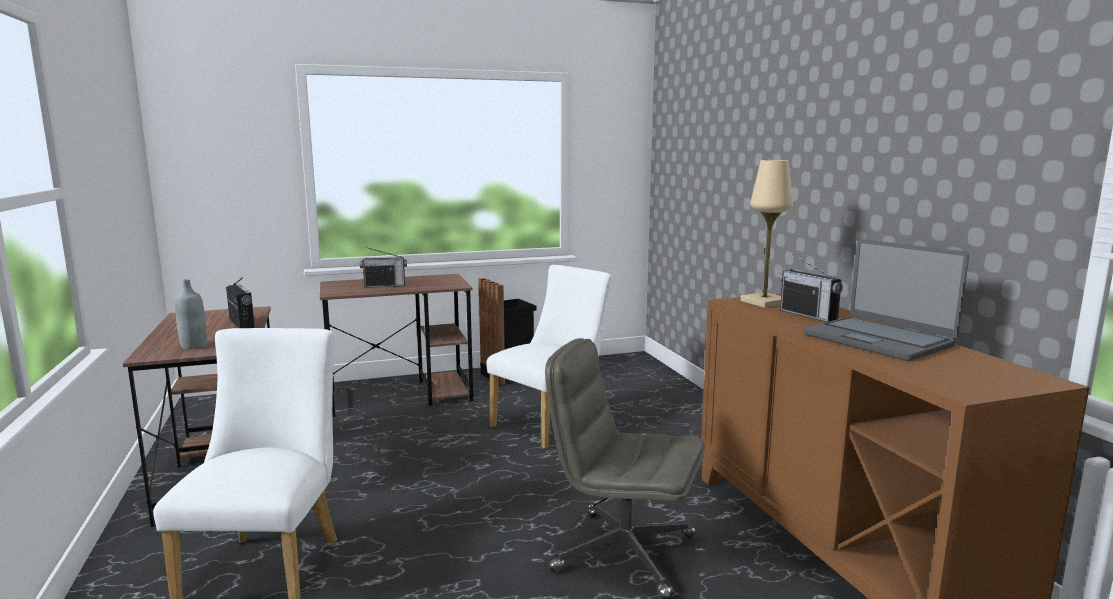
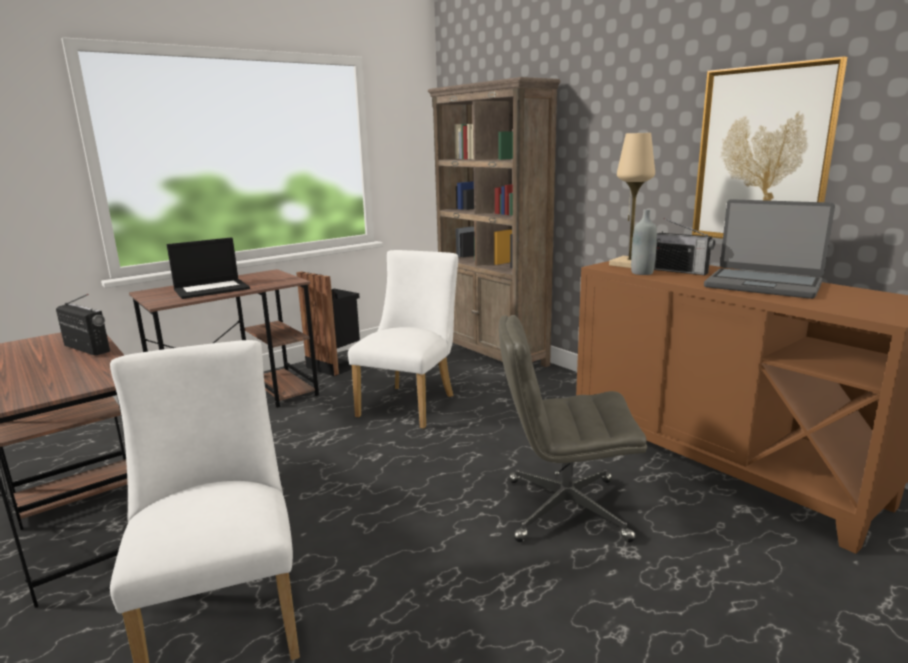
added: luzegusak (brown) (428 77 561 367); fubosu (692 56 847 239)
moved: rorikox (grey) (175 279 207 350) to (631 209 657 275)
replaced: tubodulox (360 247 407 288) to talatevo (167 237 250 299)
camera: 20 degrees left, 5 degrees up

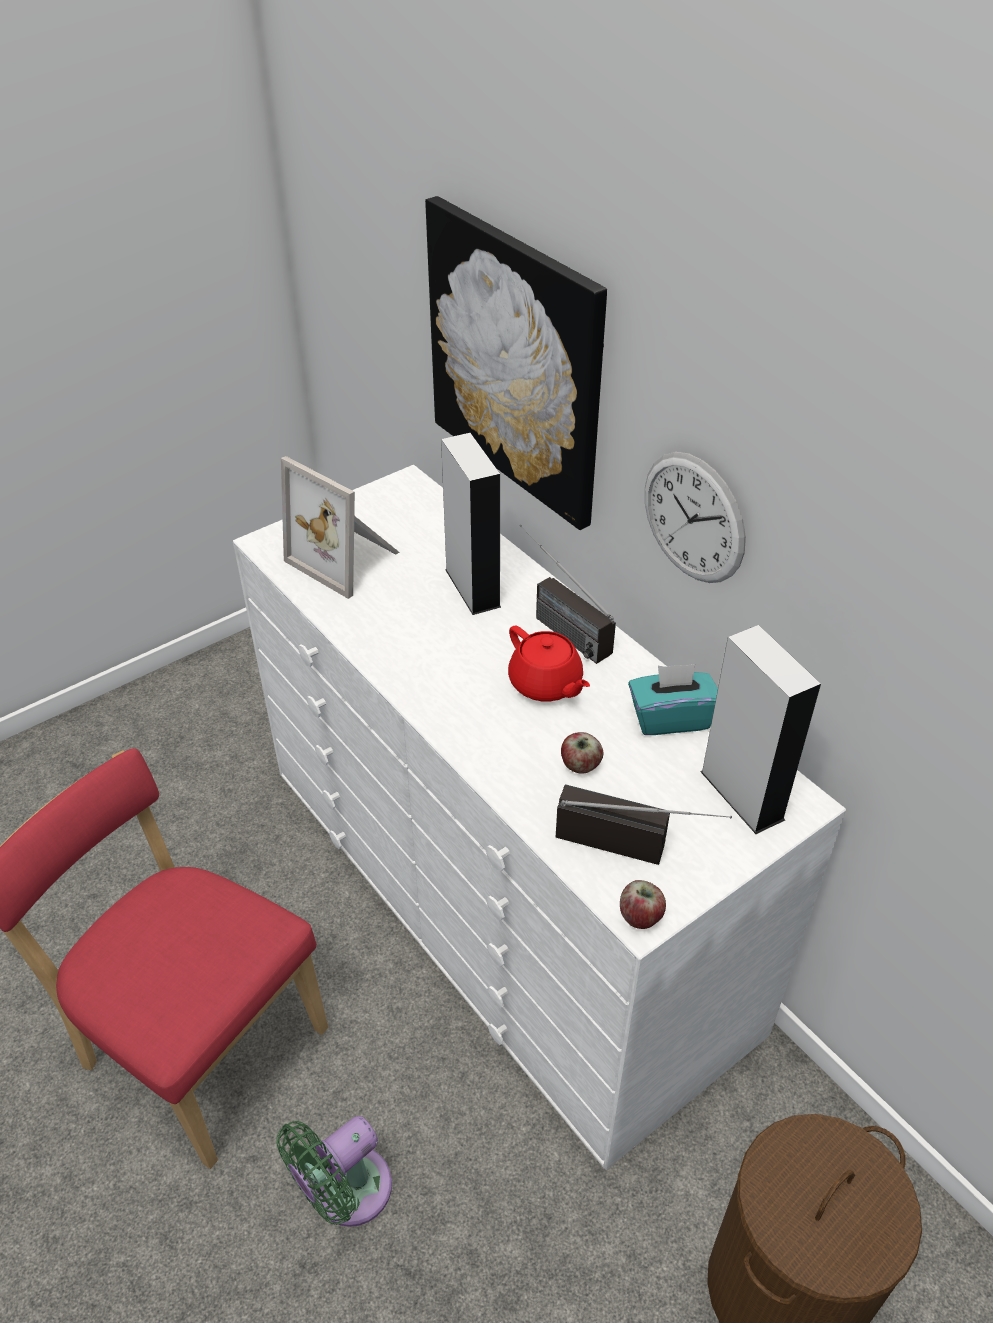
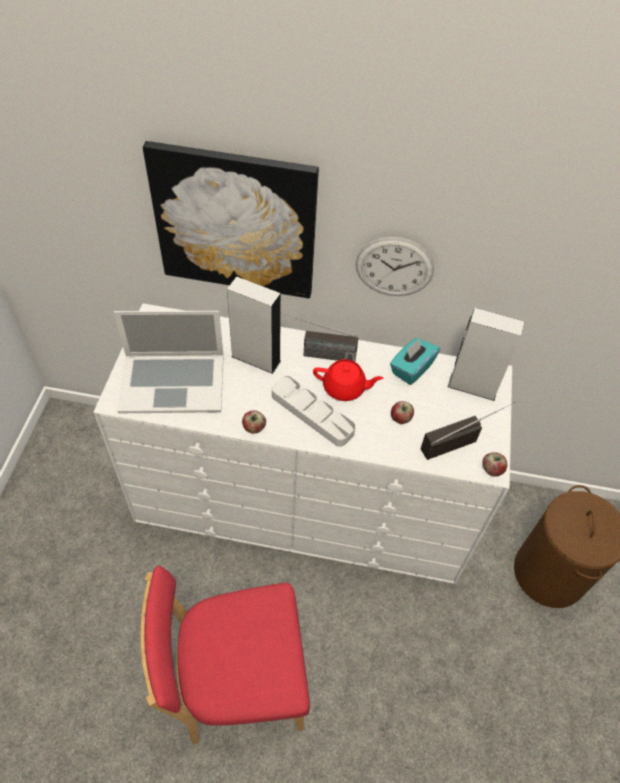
removed: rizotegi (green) (276 1116 392 1227)
added: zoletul (242 410 266 434); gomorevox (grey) (272 376 356 447)
replaced: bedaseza (281 456 399 599) to talatevo (114 311 224 413)
camera: 45 degrees left, 10 degrees up

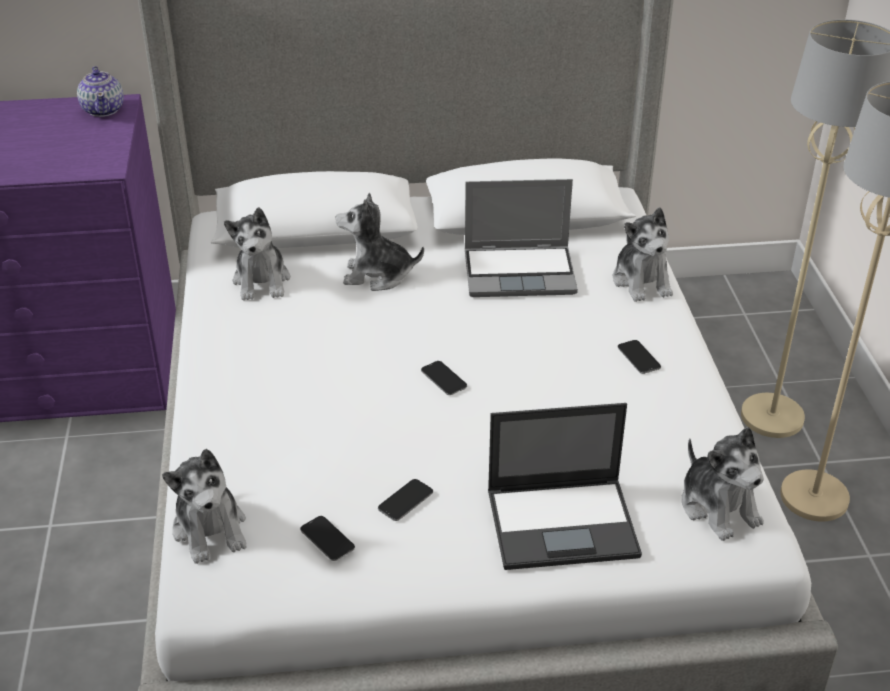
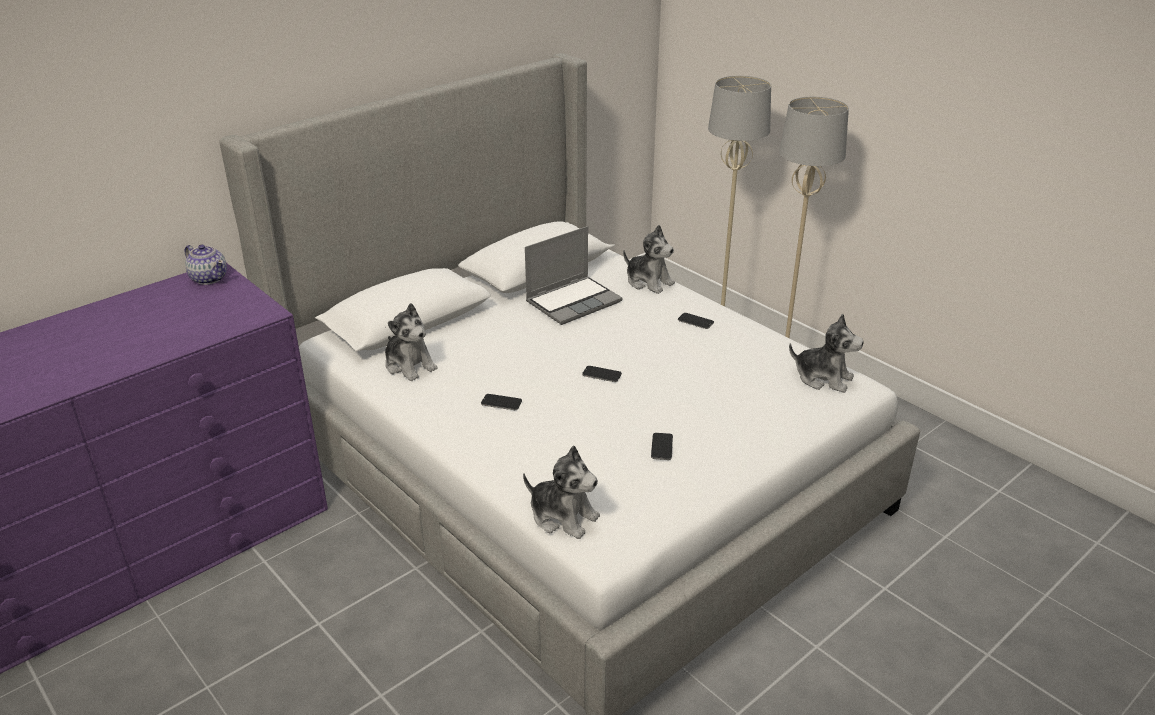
removed: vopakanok (336 193 424 291); talatevo (488 403 642 570)
moved: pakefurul (300 516 355 561) to (481 394 522 410)
camera: 35 degrees left, 5 degrees down

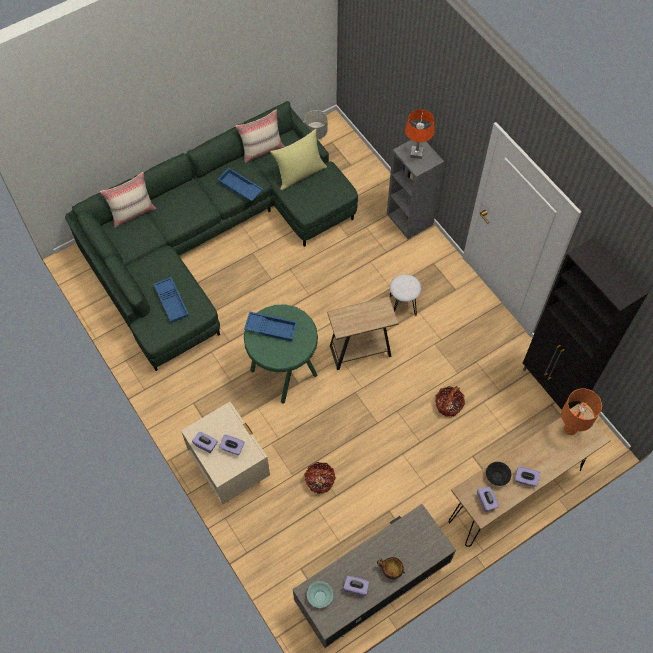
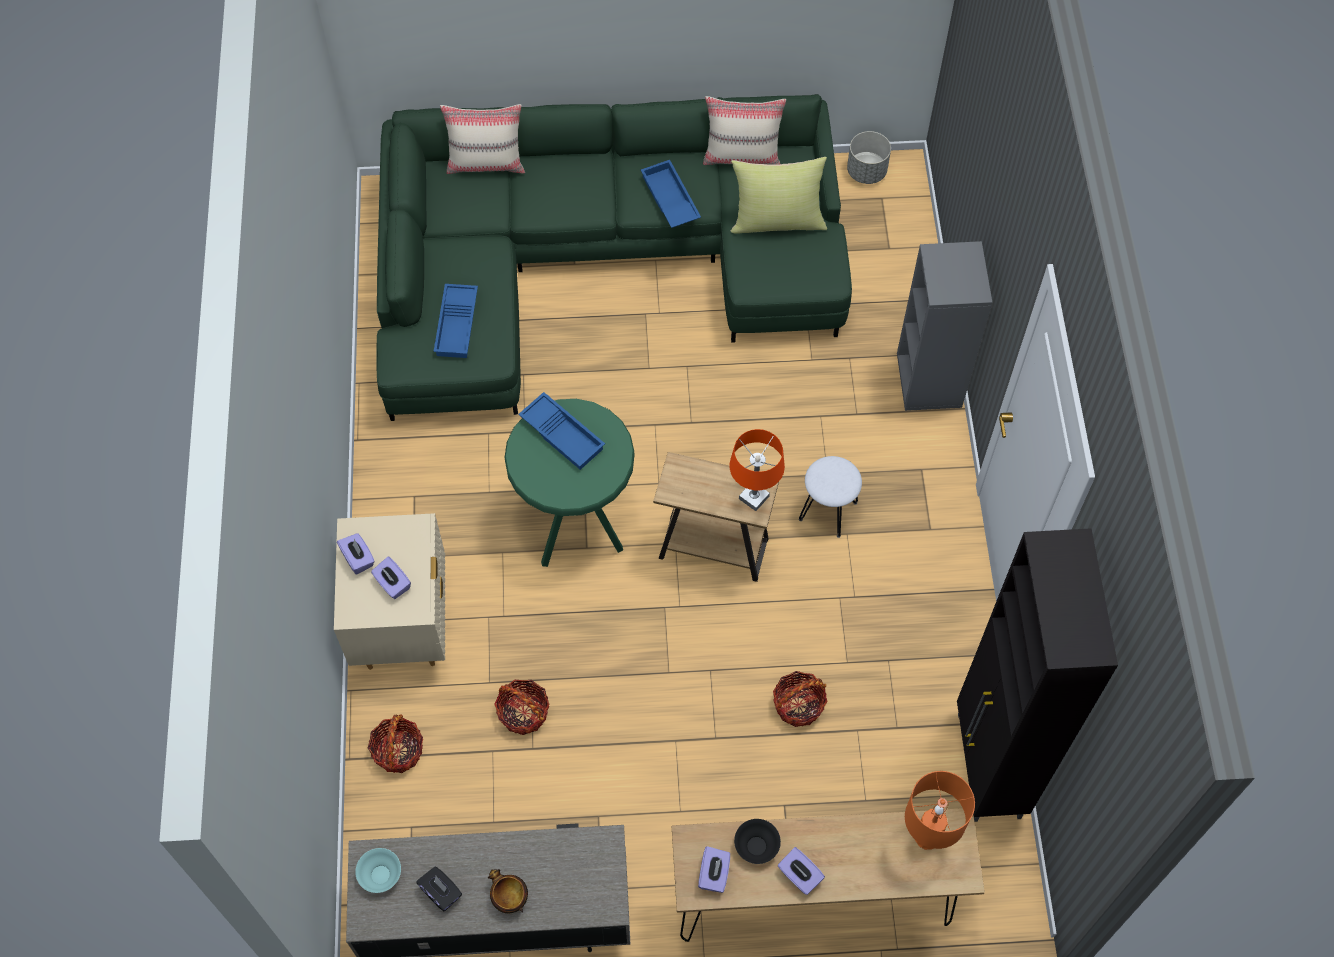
added: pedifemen (368 714 423 773)
moved: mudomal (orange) (405 109 434 159) to (730 429 785 511)
recoloured: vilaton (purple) (343 576 369 596) to vilaton (black) (416 866 462 911)
camera: 30 degrees right, 0 degrees up

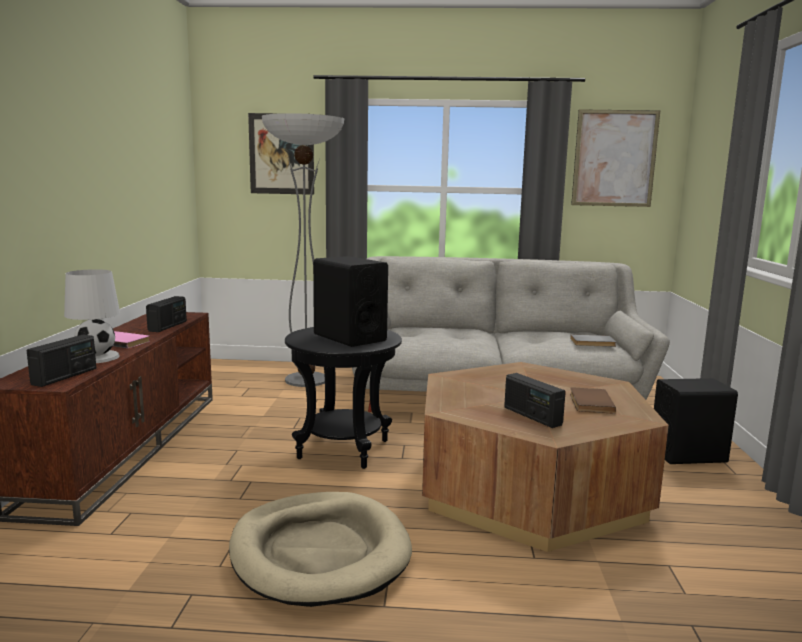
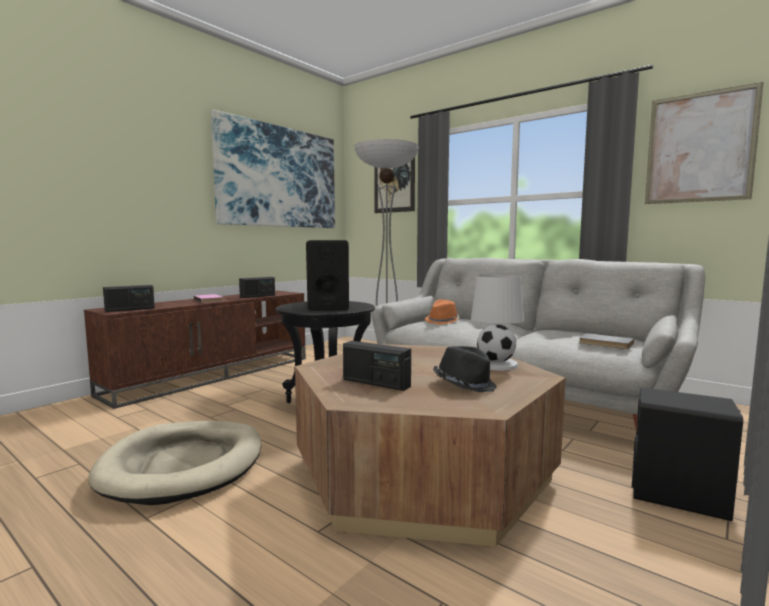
added: fubosu (211 110 335 228); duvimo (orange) (425 299 460 325)
moved: mudomal (white) (64 269 120 363) to (471 275 524 370)
replaced: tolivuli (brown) (570 387 616 414) to duvimo (black) (433 346 497 392)
turned: tubodulox (504 373 566 428) = (343 341 411 391) 60 degrees counterclockwise
camera: 35 degrees right, 5 degrees down

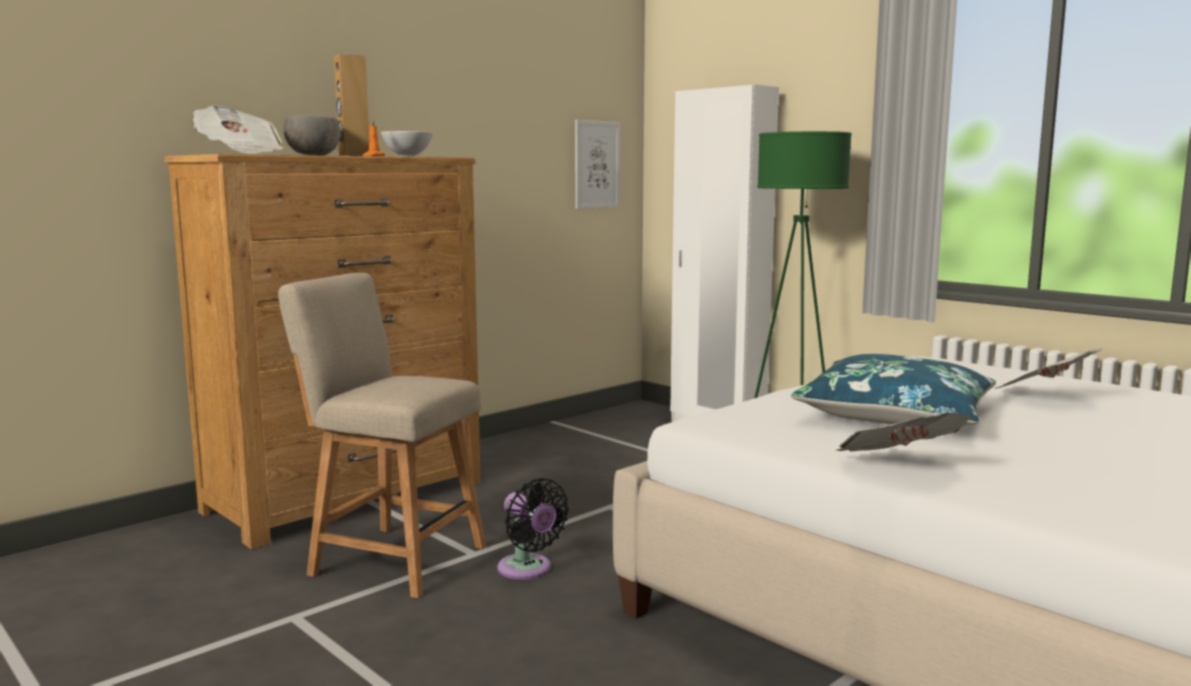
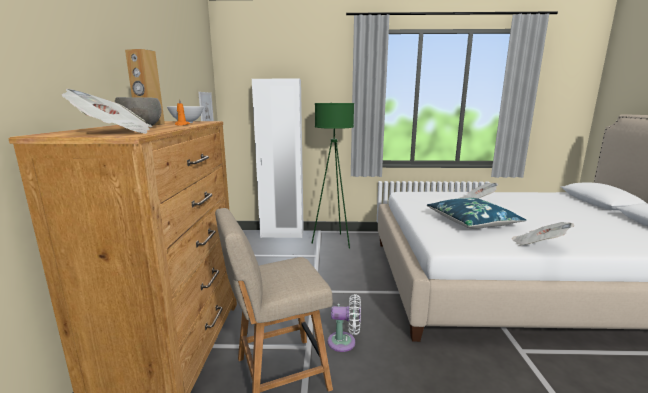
recoloured: rizotegi (black) (498 478 569 580) to rizotegi (white) (327 294 361 352)
camera: 45 degrees left, 5 degrees up

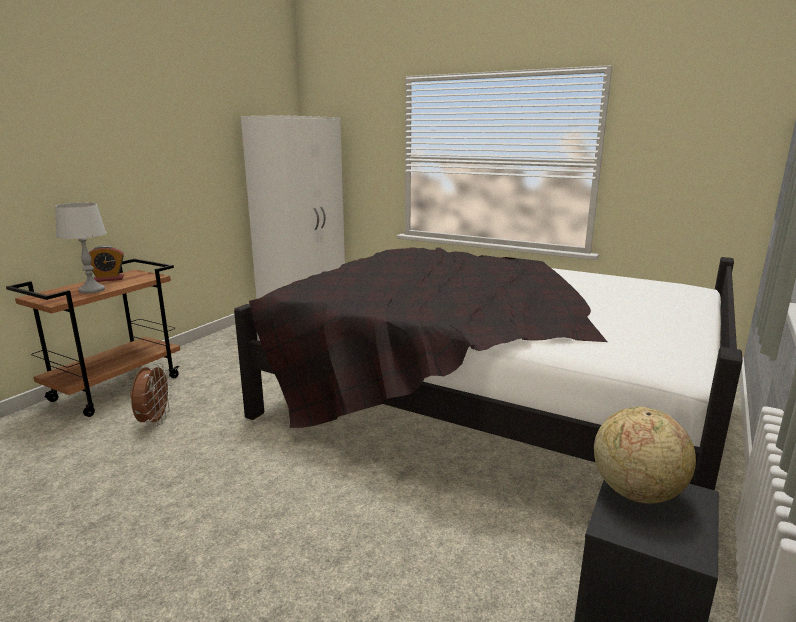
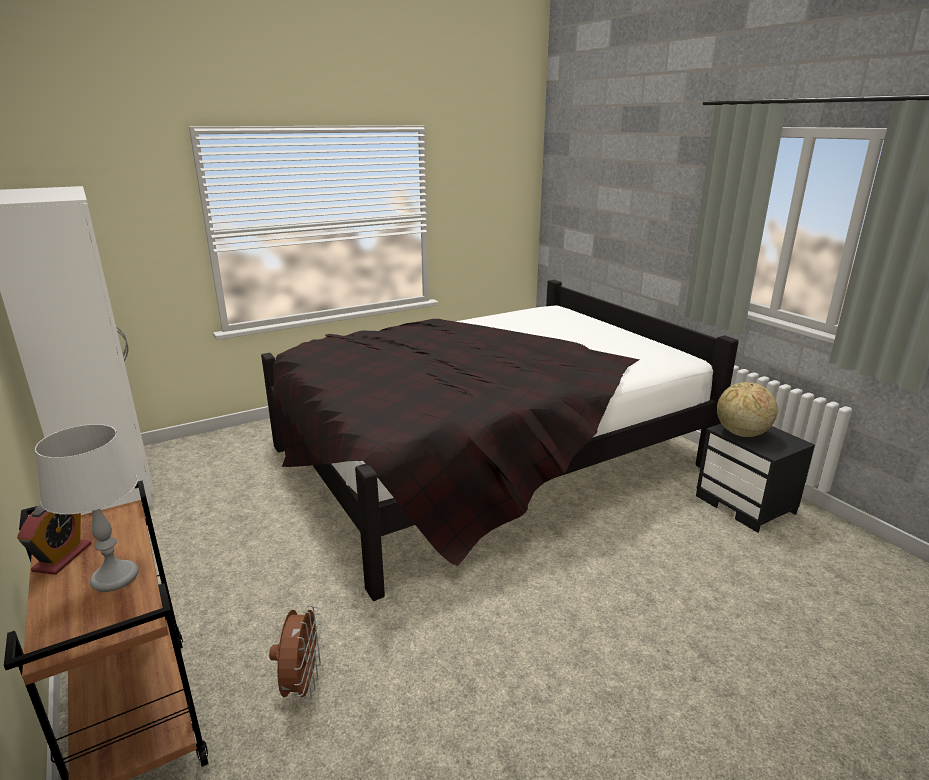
turned: rizotegi (brown) (130 363 172 427) = (269 605 322 703) 60 degrees clockwise
camera: 60 degrees left, 5 degrees up

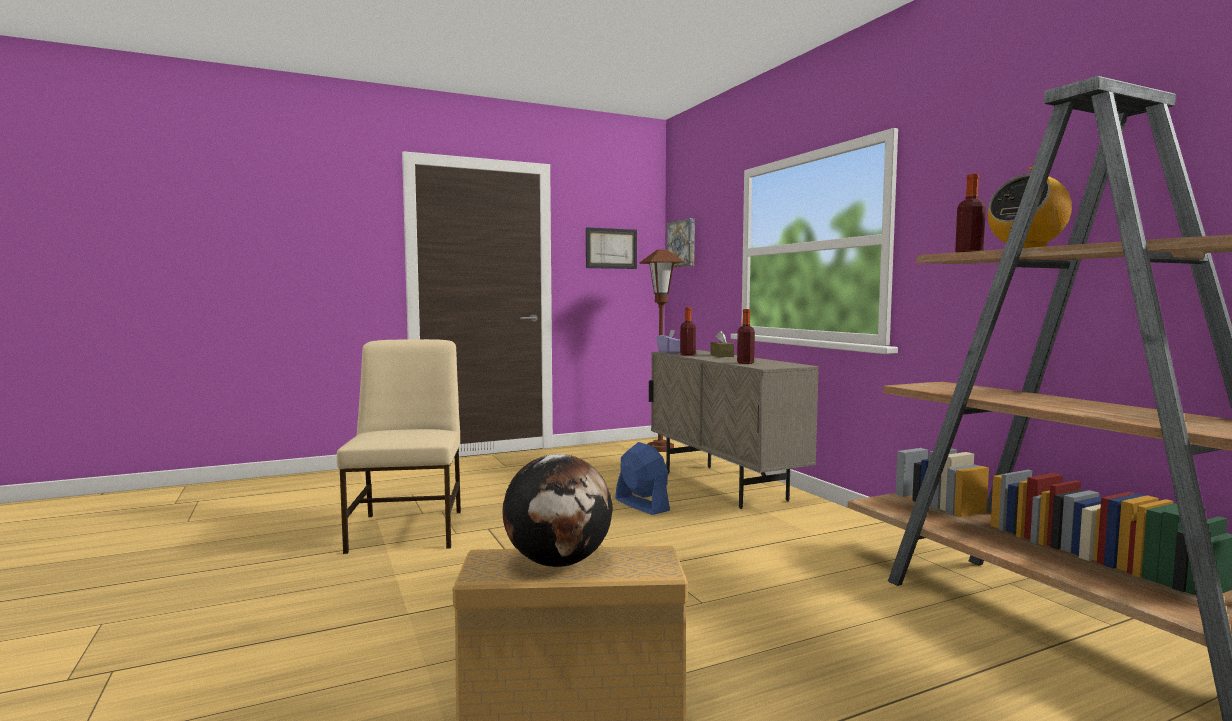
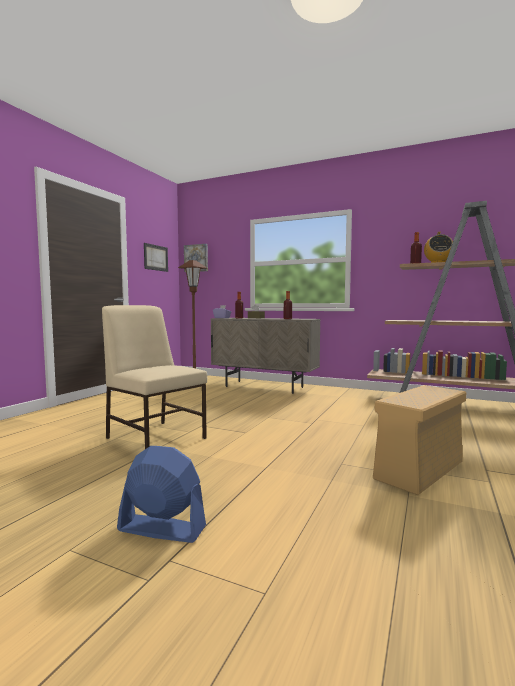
removed: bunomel (503 454 613 567)
moved: rizotegi (blue) (615 442 670 515) to (117 446 206 543)
camera: 40 degrees left, 0 degrees up

